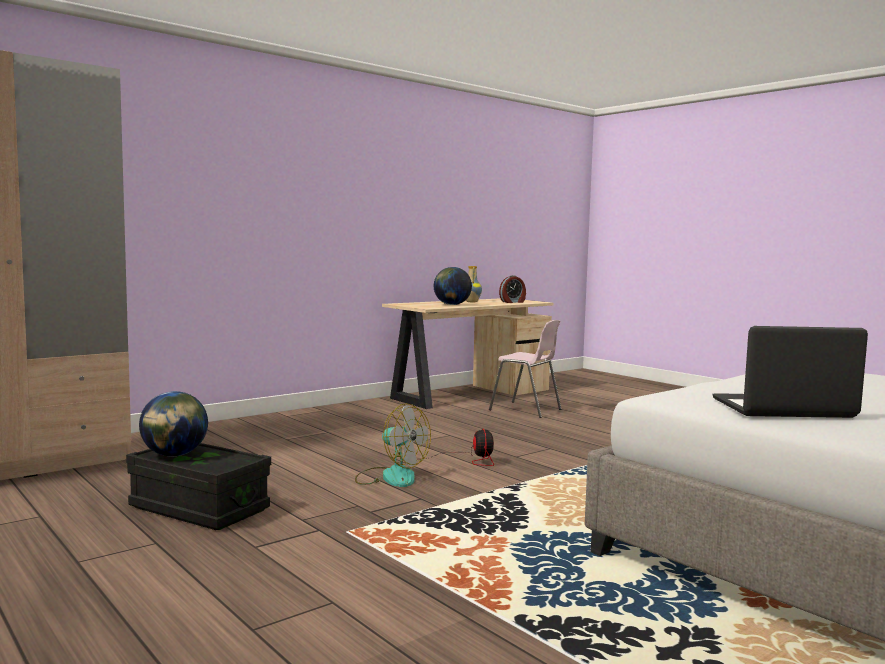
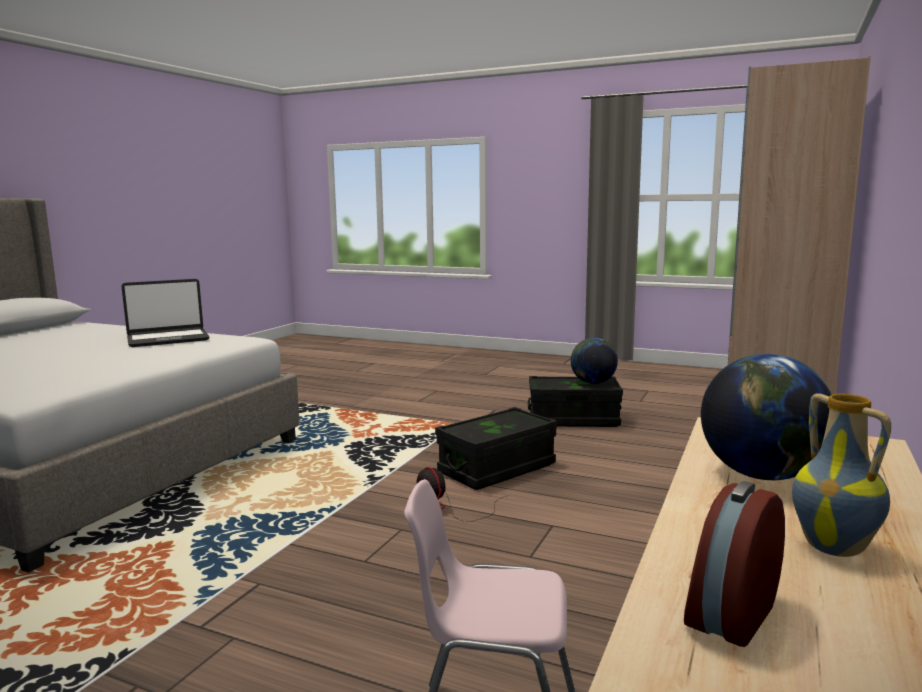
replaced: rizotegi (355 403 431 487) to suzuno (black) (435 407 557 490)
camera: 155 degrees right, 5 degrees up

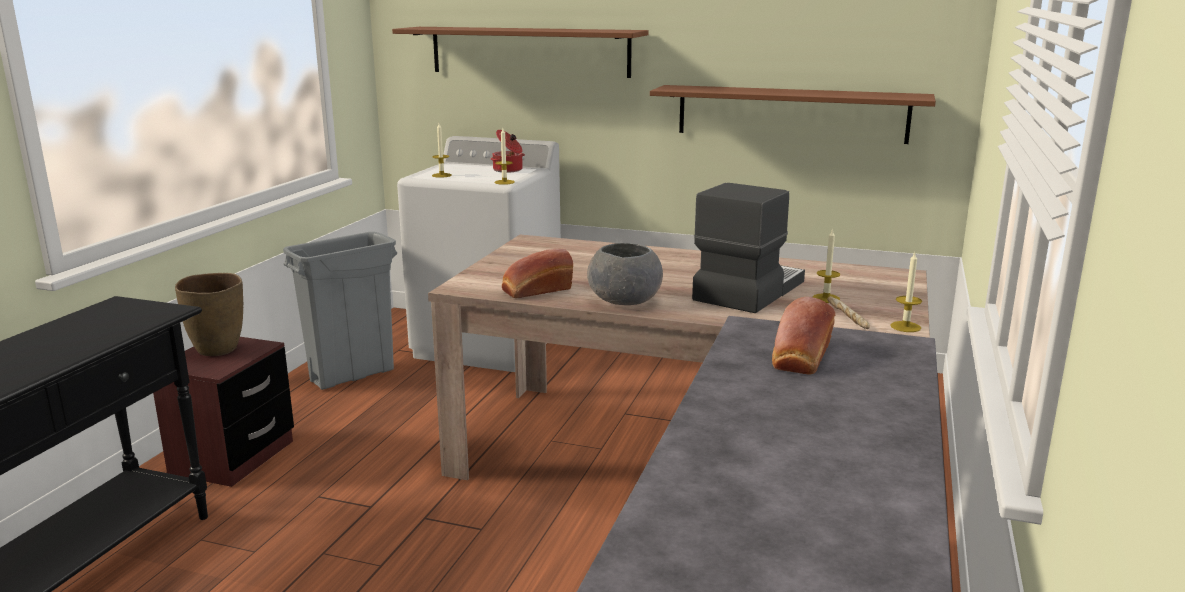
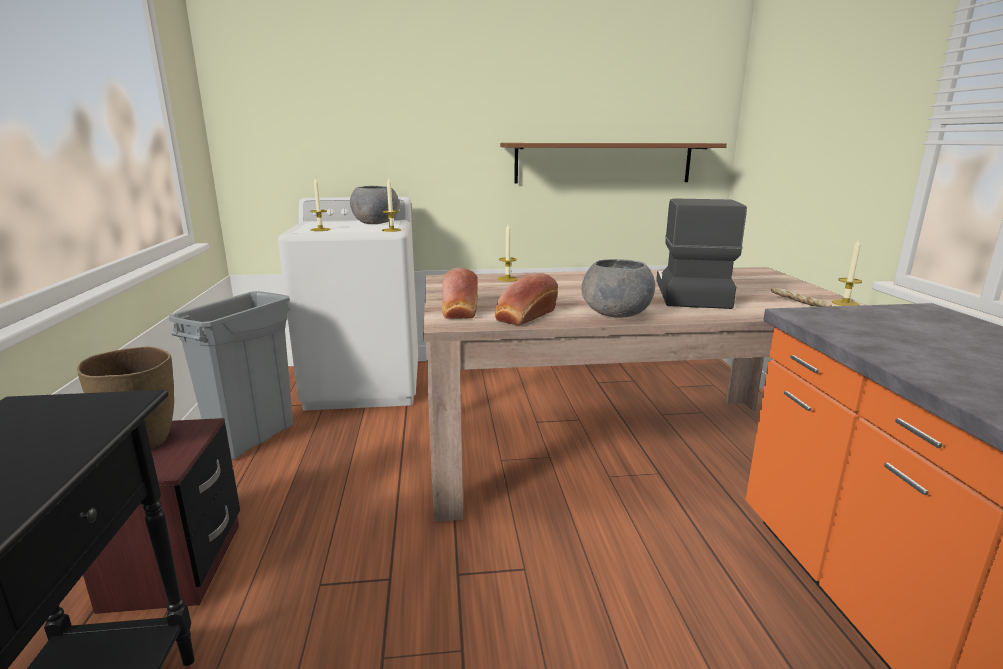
removed: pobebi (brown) (392 27 649 78)
moved: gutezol (772 297 835 374) to (442 268 478 319); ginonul (813 228 840 303) to (498 224 518 282)
replaced: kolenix (491 130 525 173) to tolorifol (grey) (350 186 400 224)
camera: 25 degrees left, 0 degrees up

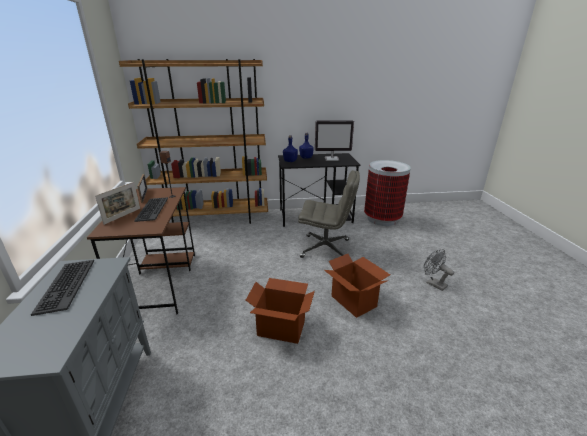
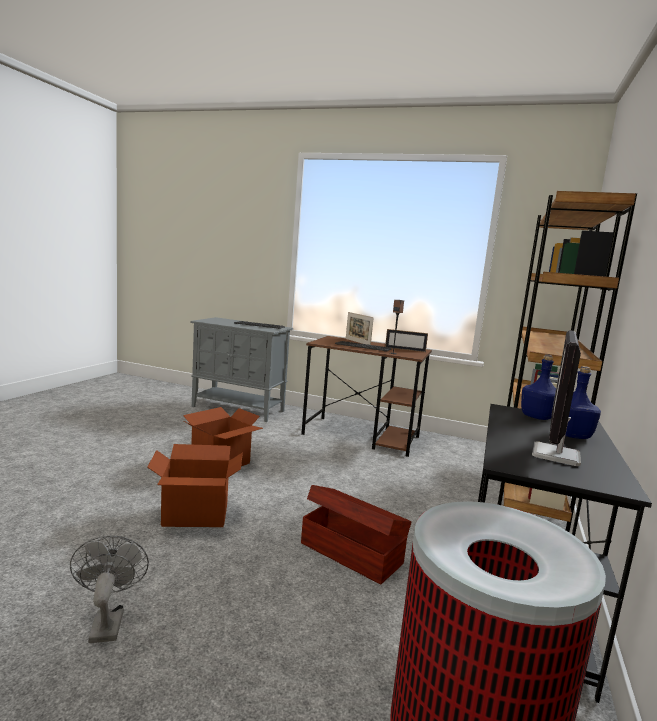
replaced: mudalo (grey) (298 170 360 258) to suzuno (brown) (301 485 412 584)
turned: rizotegi (grey) (424 249 454 291) = (70 536 149 643) 90 degrees counterclockwise
camera: 115 degrees right, 15 degrees down

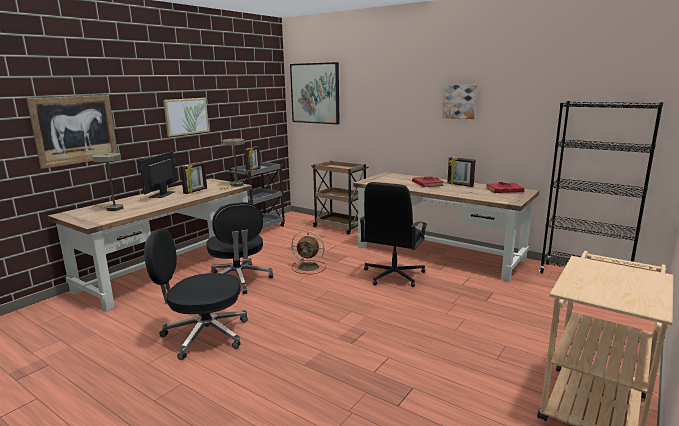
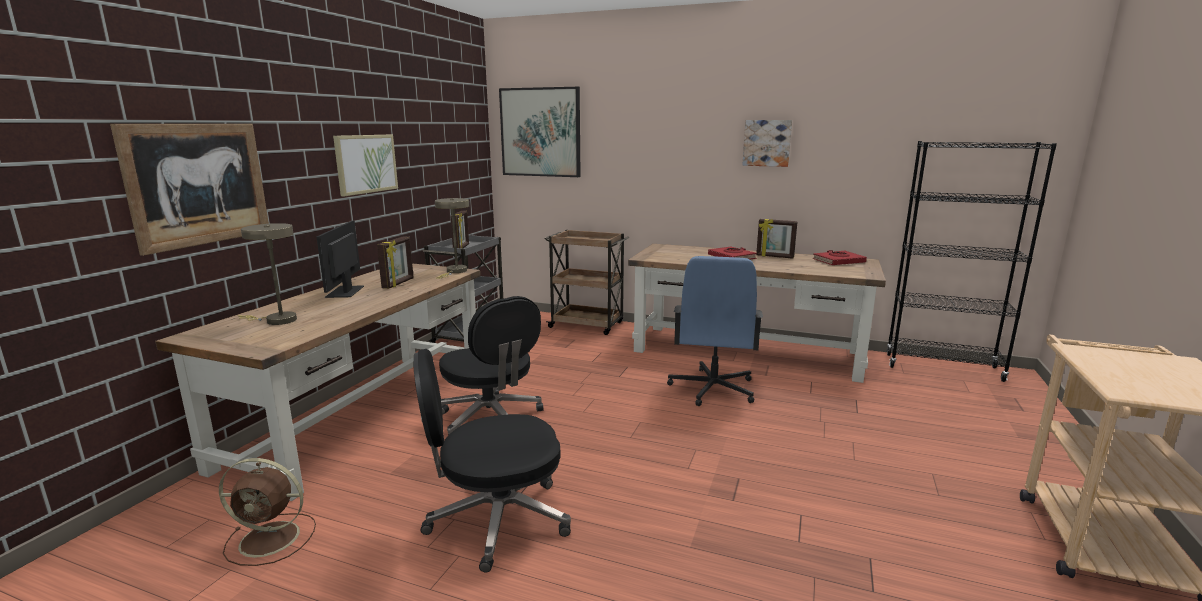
moved: rizotegi (brown) (291 231 326 274) to (219 458 316 566)
recoloured: mudalo (black) (360 182 428 287) to mudalo (blue) (667 256 763 406)
camera: 15 degrees left, 0 degrees up

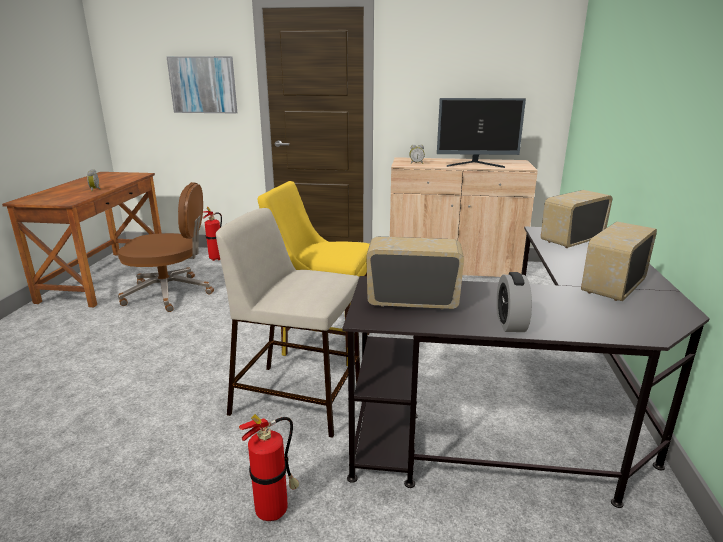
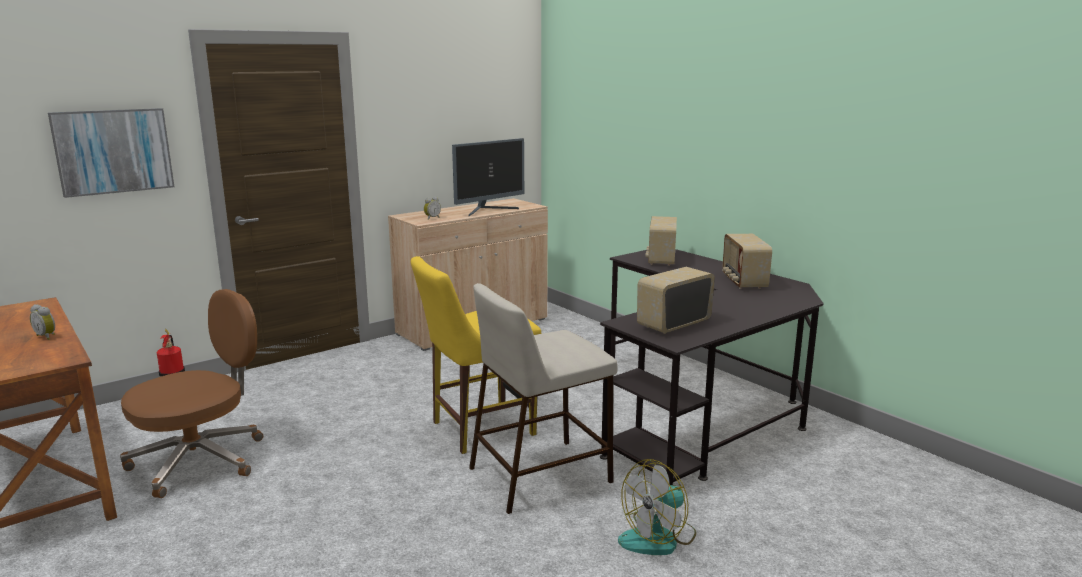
removed: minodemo (496 272 532 332)
replaced: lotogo (239 414 299 521) to rizotegi (618 459 696 555)
camera: 45 degrees left, 5 degrees down

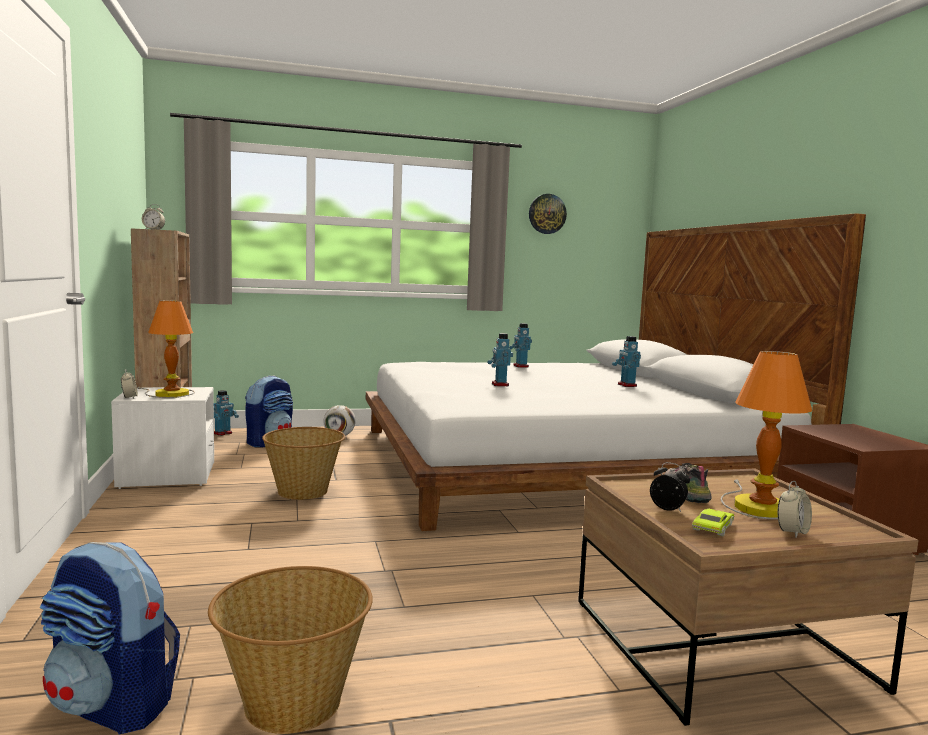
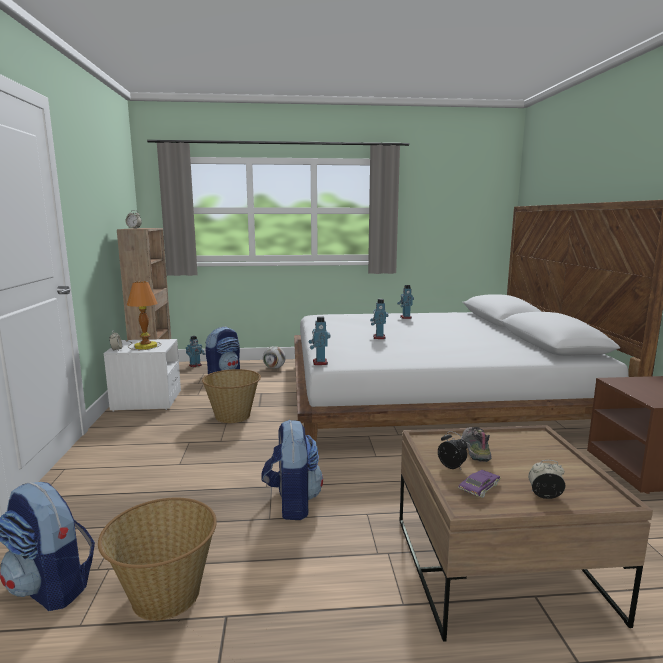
removed: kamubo (529 194 567 234); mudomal (721 351 812 519)
added: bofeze (261 419 323 520)
moved: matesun (612 336 641 387) to (309 316 330 365)
recoloured: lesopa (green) (692 508 734 537) to lesopa (purple) (458 470 500 498)
turned: minodemo (778 481 812 538) = (528 460 566 499) 135 degrees counterclockwise
camera: 10 degrees right, 5 degrees up

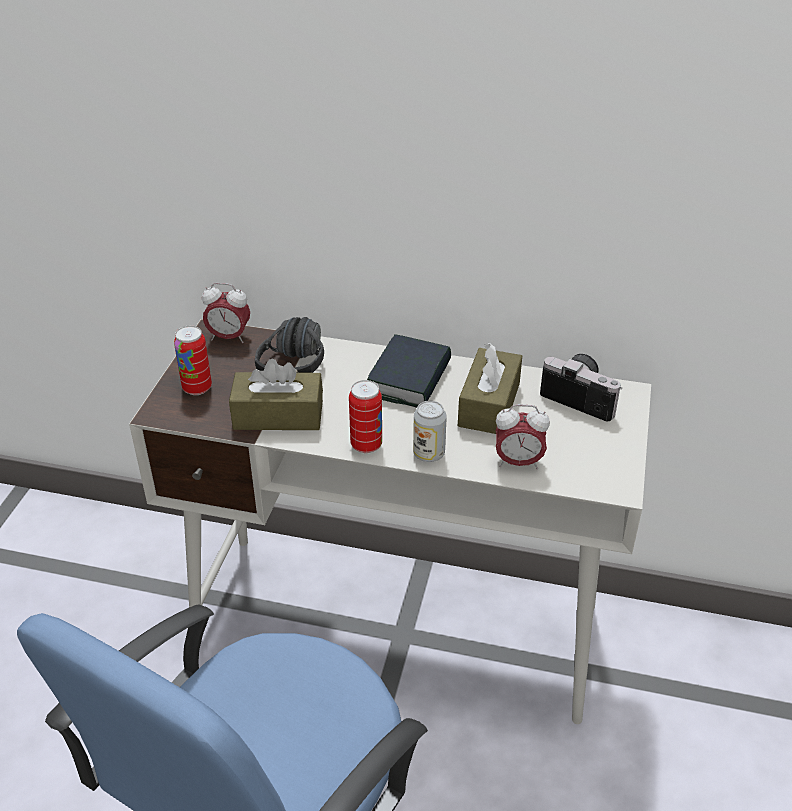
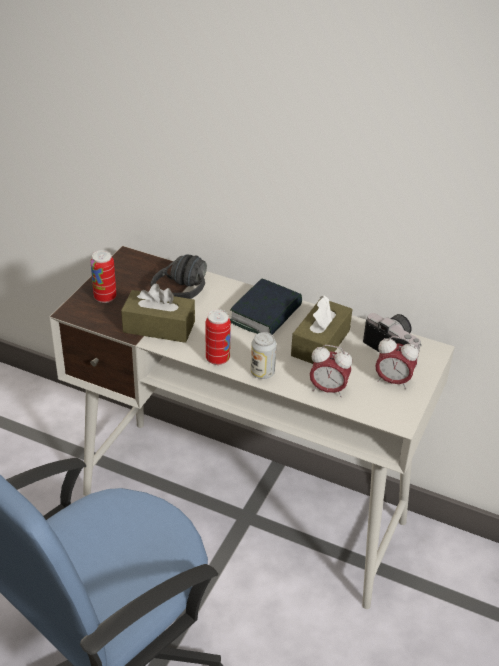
moved: minodemo (202 283 250 343) to (375 336 419 389)
camera: 10 degrees right, 0 degrees up

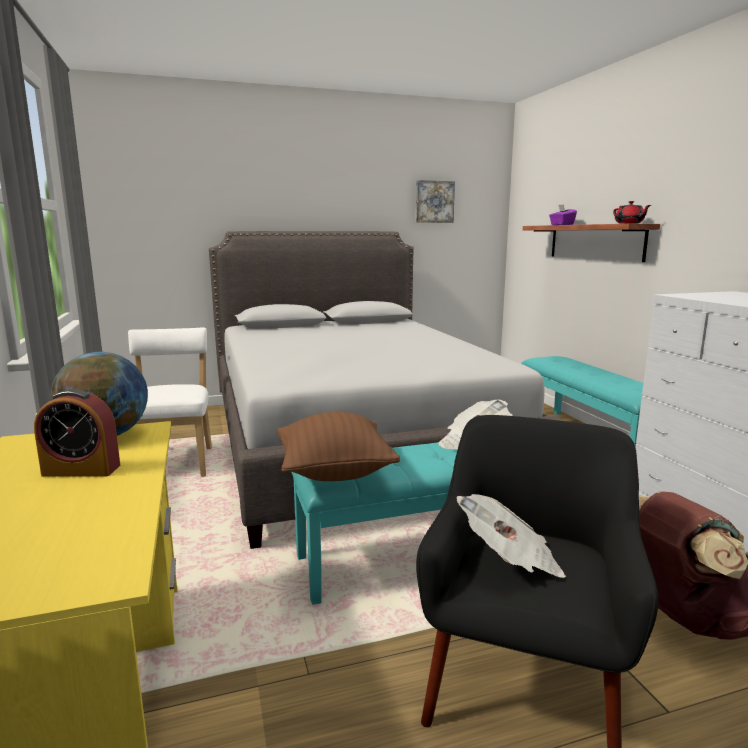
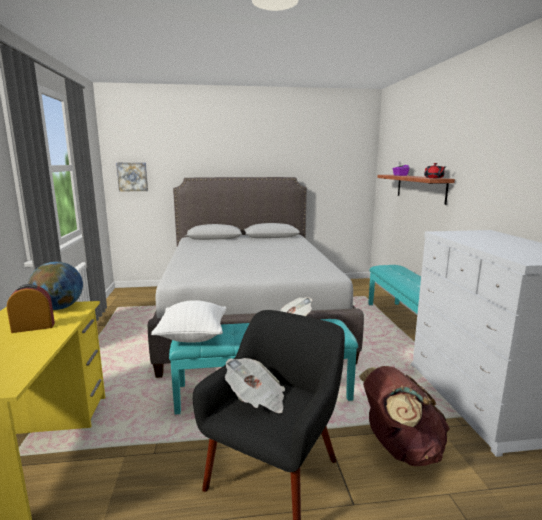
removed: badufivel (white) (128 328 212 477)
moved: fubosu (416 180 455 223) to (116 163 148 191)
recoloured: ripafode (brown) (277 412 400 481) to ripafode (white) (151 300 226 343)
turned: minodemo (34 389 120 477) = (7 284 55 333) 150 degrees clockwise
camera: 10 degrees right, 0 degrees up

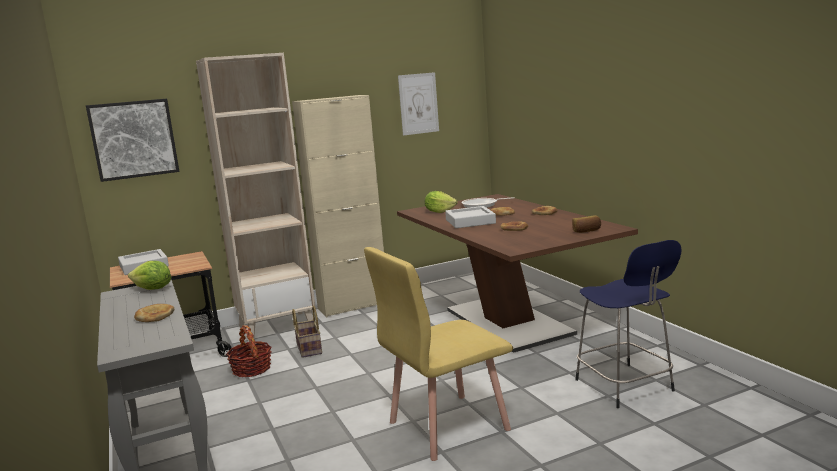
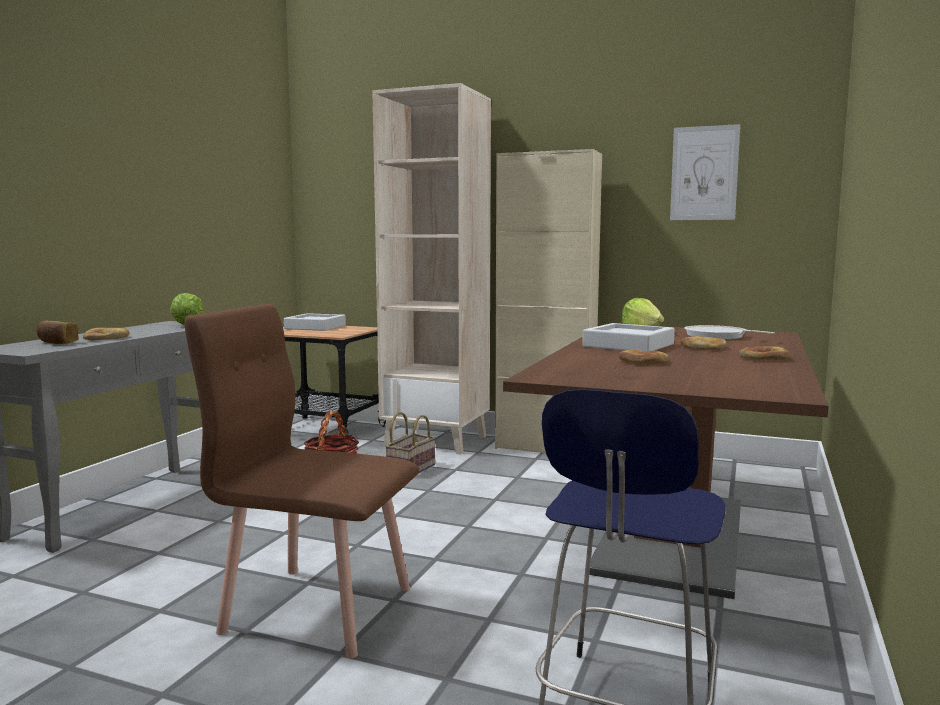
removed: fubosu (86 99 179 182)
moved: gutezol (572 215 601 233) to (36 320 79 344)
recoloured: badufivel (yellow) (364 247 513 461) to badufivel (brown) (184 304 419 658)
camera: 45 degrees right, 5 degrees down

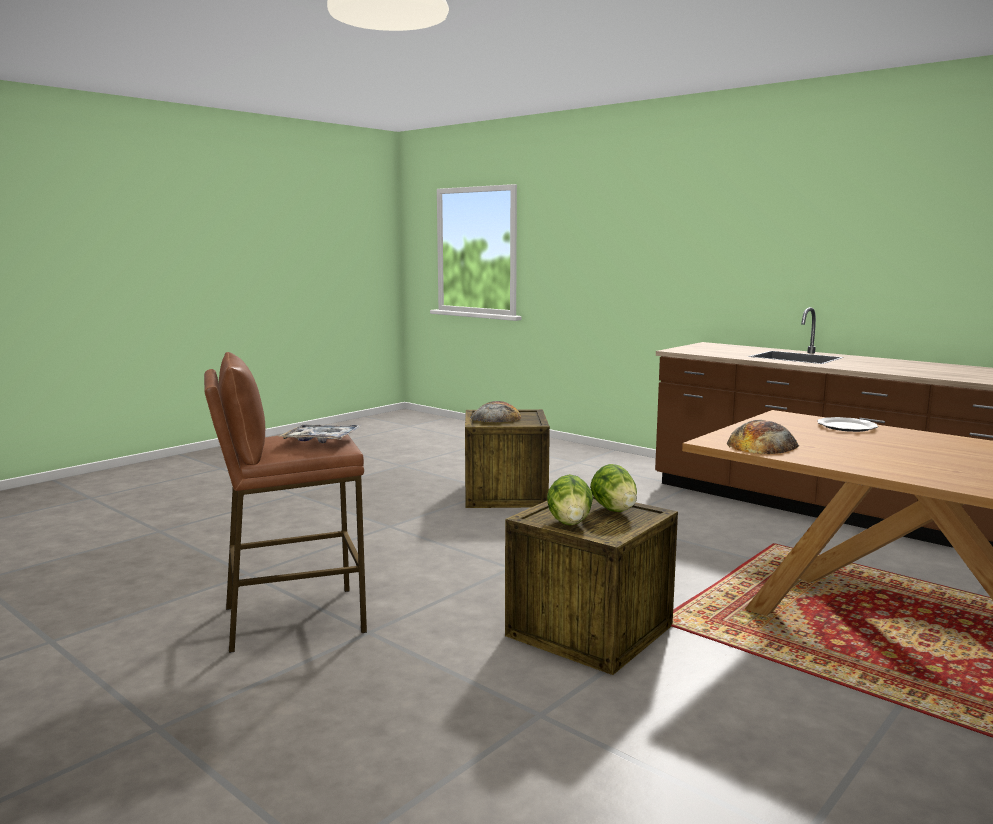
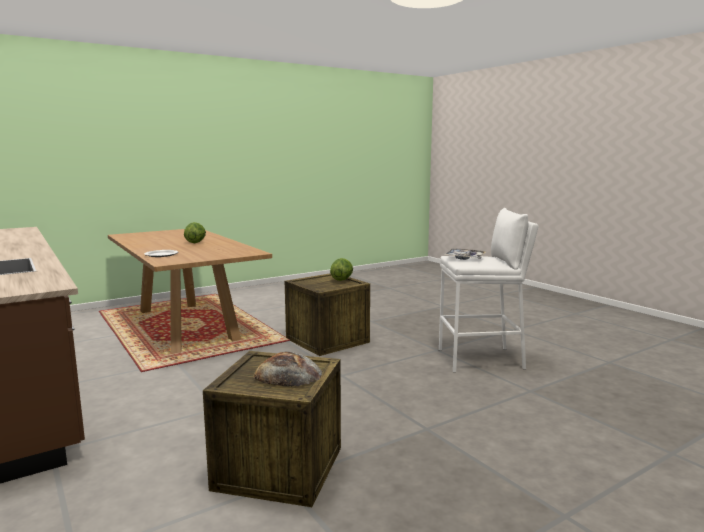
removed: gutezol (727 420 799 454)
moved: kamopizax (590 464 637 512) to (184 222 206 243)
recoloured: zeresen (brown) (204 352 367 653) to zeresen (white) (439 208 538 373)
camera: 165 degrees left, 0 degrees up

